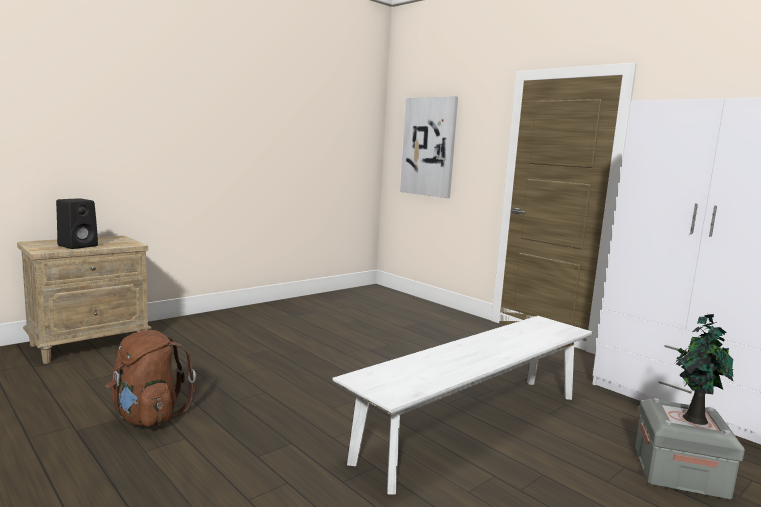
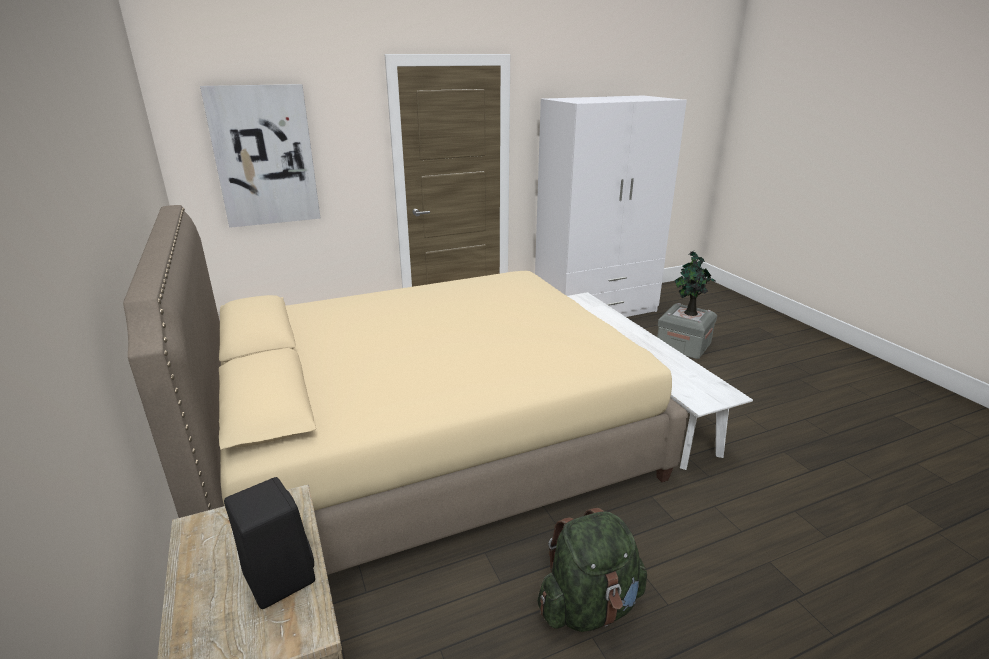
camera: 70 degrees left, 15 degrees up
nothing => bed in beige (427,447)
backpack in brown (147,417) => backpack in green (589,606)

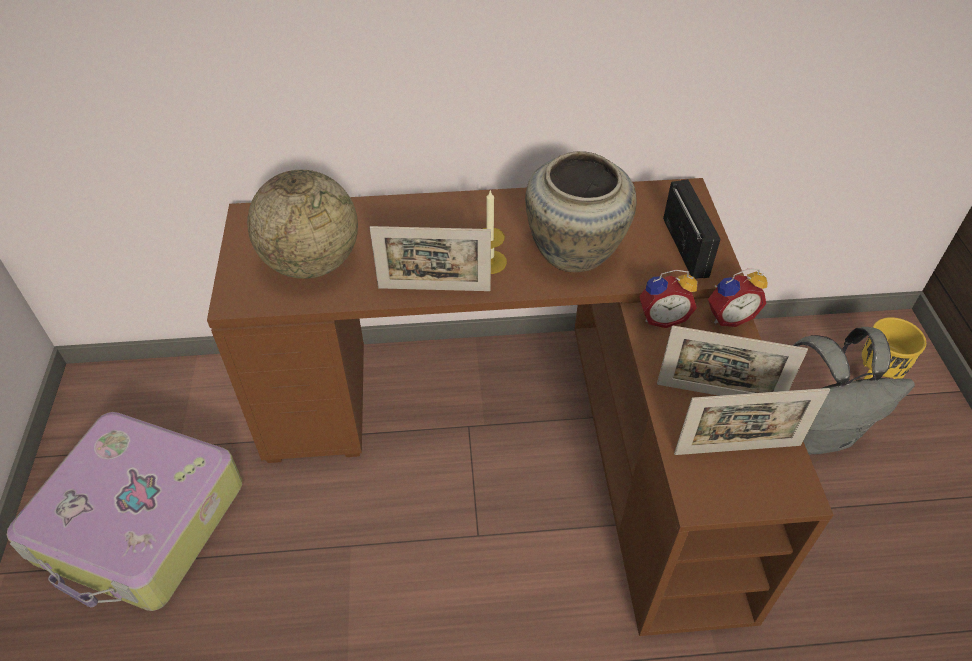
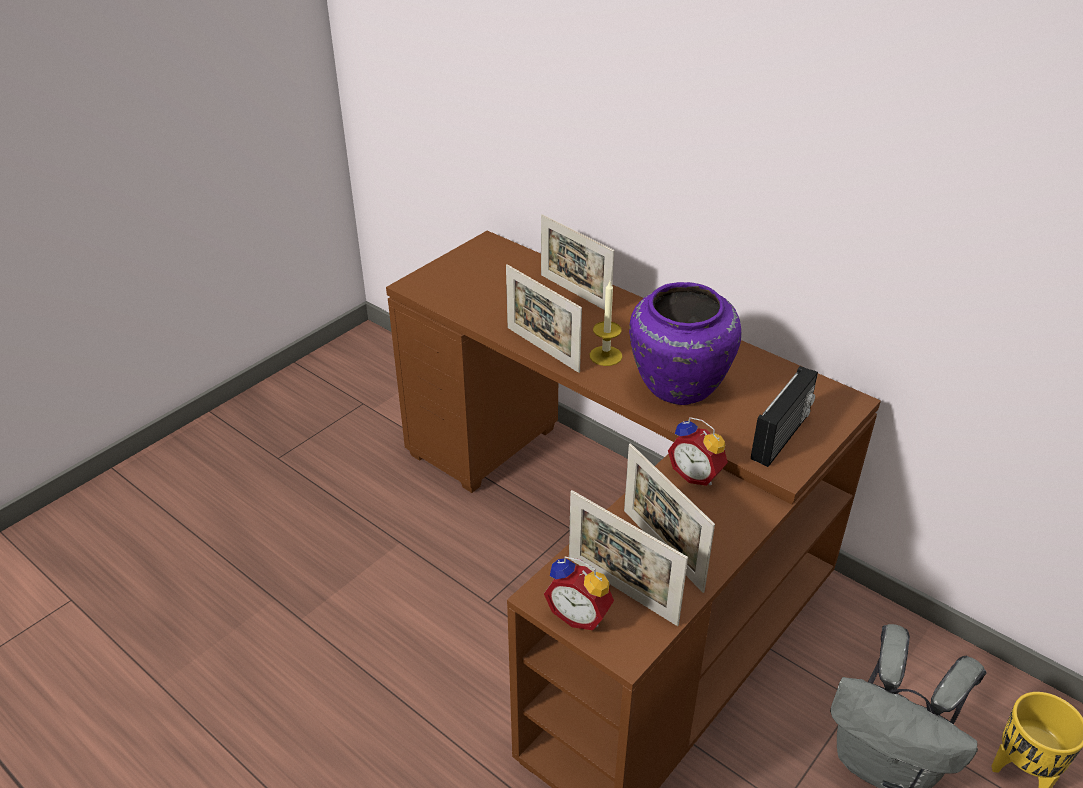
camera: 45 degrees right, 10 degrees down
nothing => picture frame (575,293)
alarm clock (729,316) => alarm clock (580,614), shifted
vase in beige (573,254) => vase in purple (677,387)
suitcase (140,523) => nothing
globe (312,263) => nothing

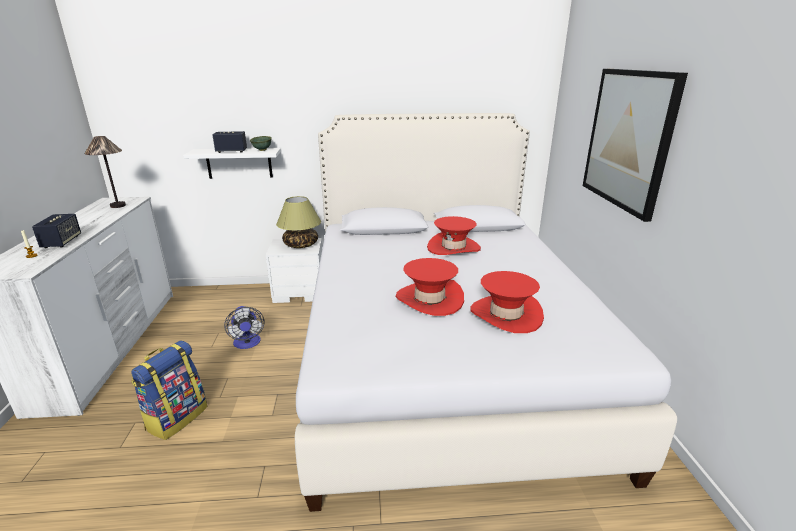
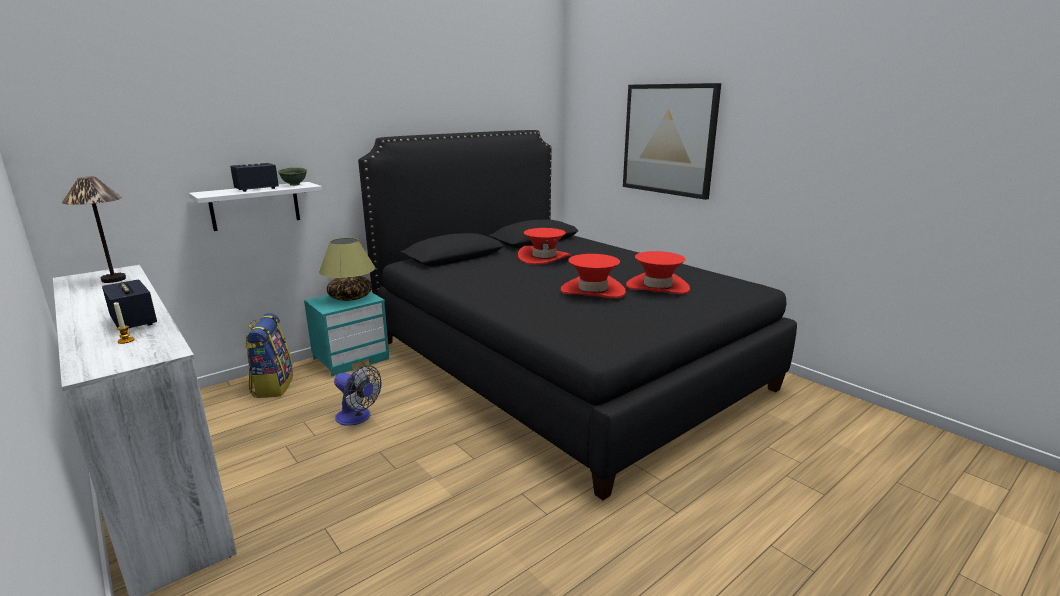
camera: 35 degrees left, 5 degrees down
backpack (177,417) => backpack (272,386), shifted
nightstand in white (300,292) => nightstand in turquoise (351,358)
bed in white (441,354) => bed in black (561,363)

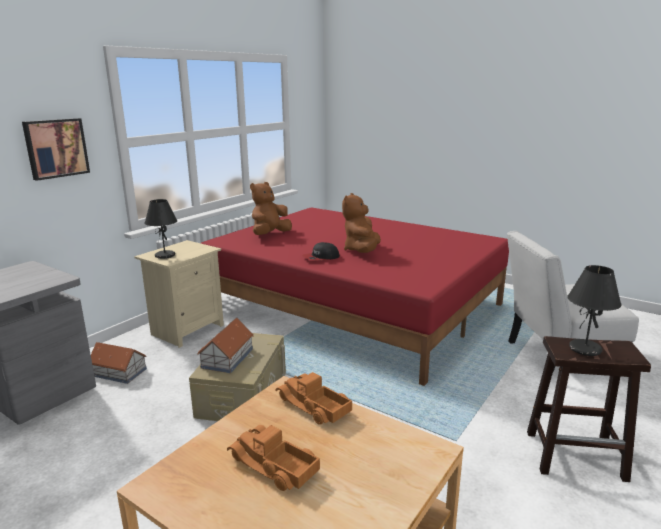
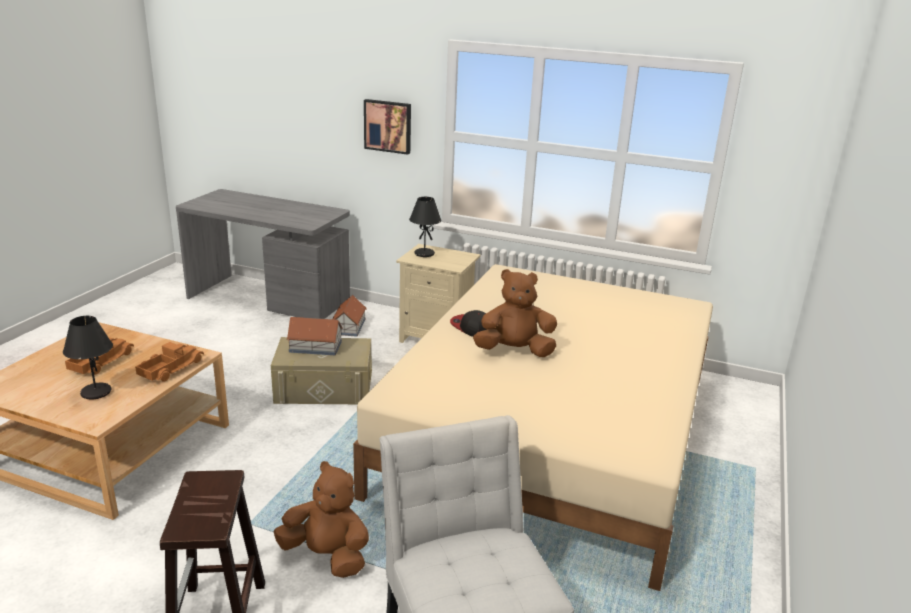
camera: 75 degrees right, 5 degrees up
table lamp in black (584,349) => table lamp in black (95,392), shifted
plush toy in brown (270,234) => plush toy in brown (327,556), shifted
bed in red (354,307) => bed in beige (552,432)

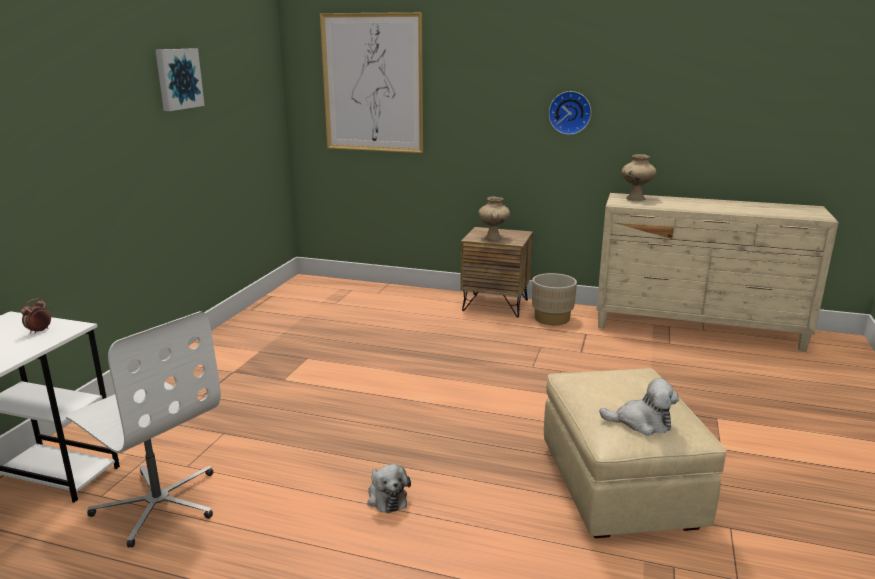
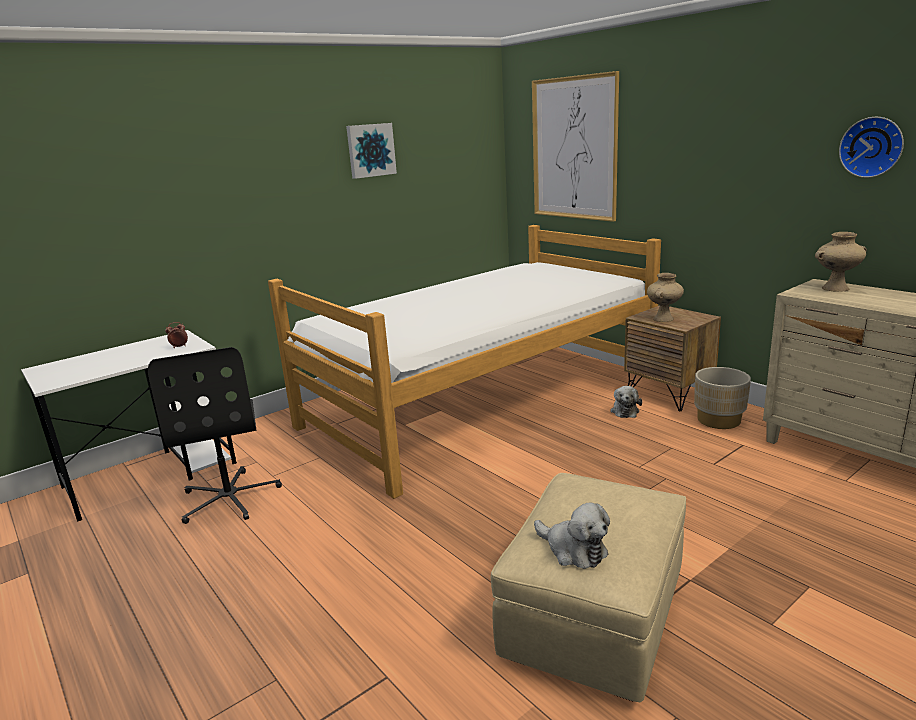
camera: 35 degrees right, 0 degrees up
office chair in white (159,503) => office chair in black (230,497)
nothing => bed (483,401)
plush toy (386,497) => plush toy (625,410), shifted
wall clock (570,112) => wall clock (872,147), shifted

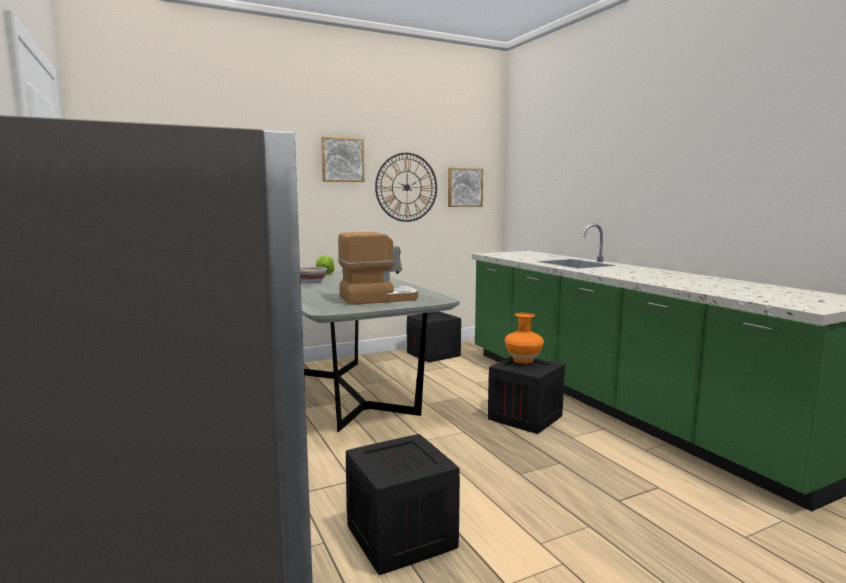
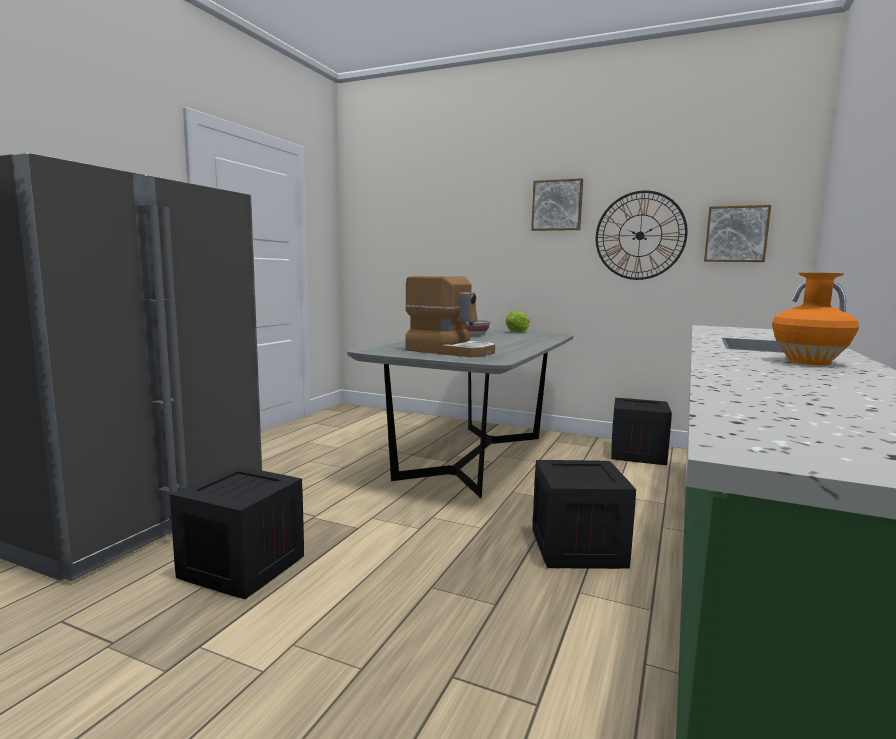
camera: 50 degrees right, 0 degrees up
vase in orange (523,360) => vase in orange (808,362), shifted

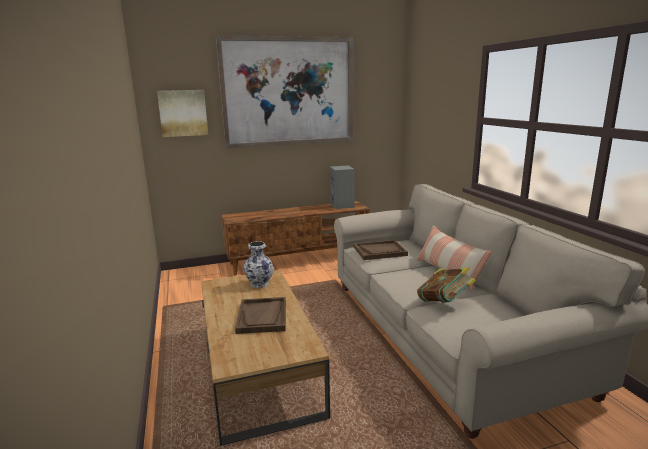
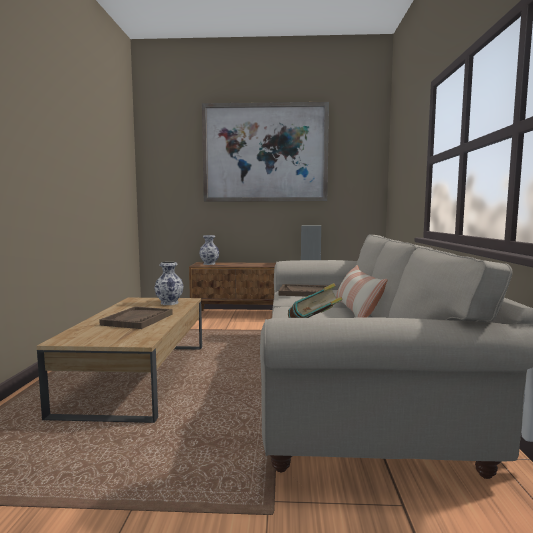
camera: 20 degrees right, 10 degrees down
nothing => vase (209,264)
picture (183,113) => nothing

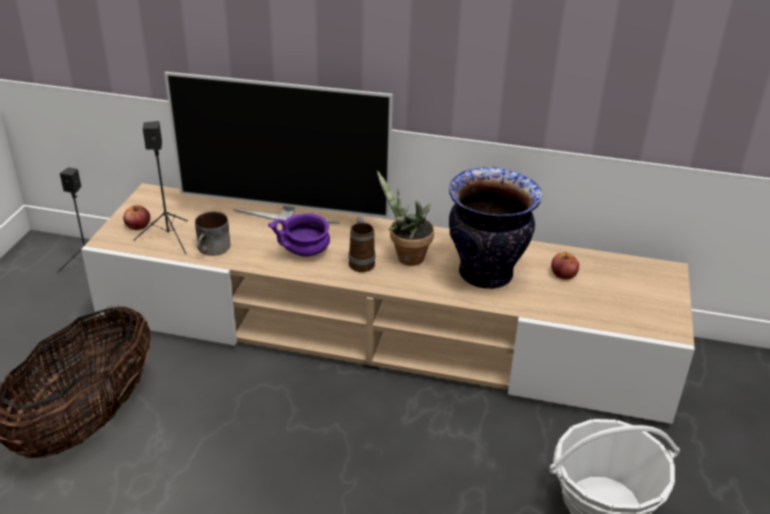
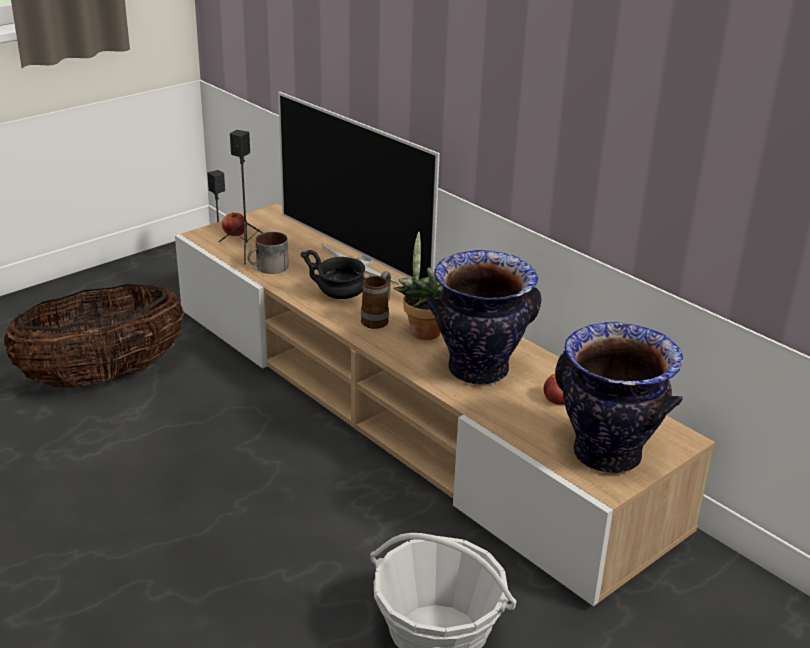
camera: 35 degrees right, 5 degrees down
bowl in purple (305,252) => bowl in black (339,295)
nothing => vase (606,456)

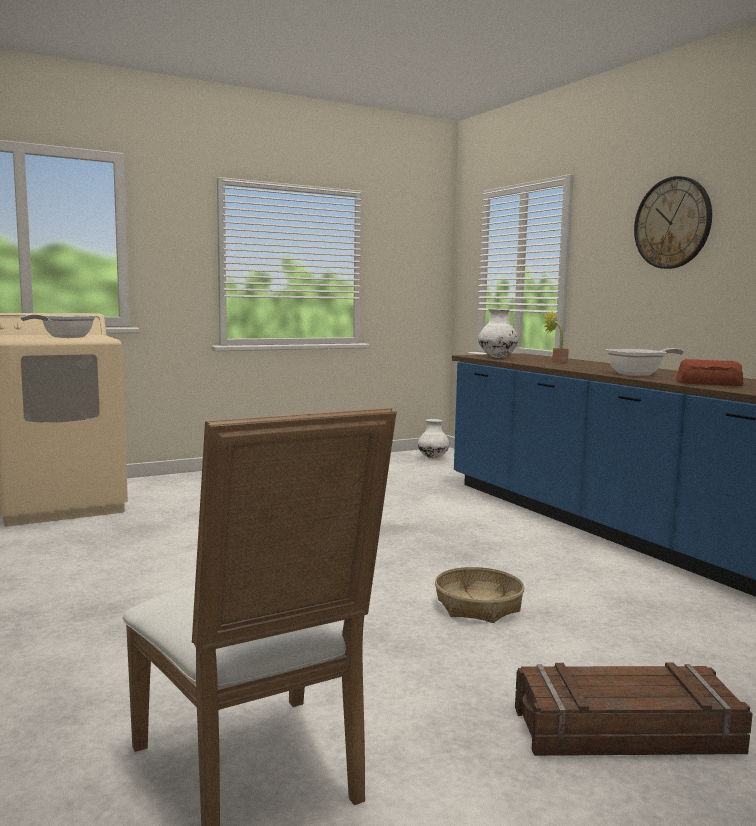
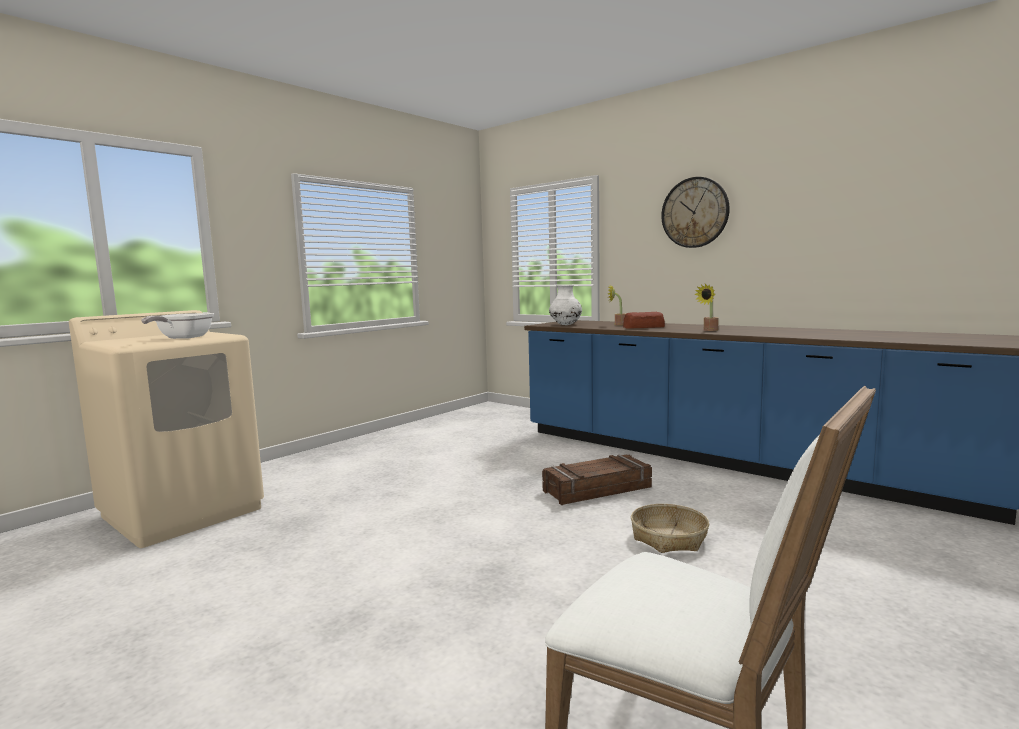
camera: 20 degrees left, 0 degrees up
crate (624,730) => crate (596,489), shifted
bread (709,384) => bread (644,327), shifted
frying pan (639,374) => potted plant (709,330)
vase in white (433,458) => nothing

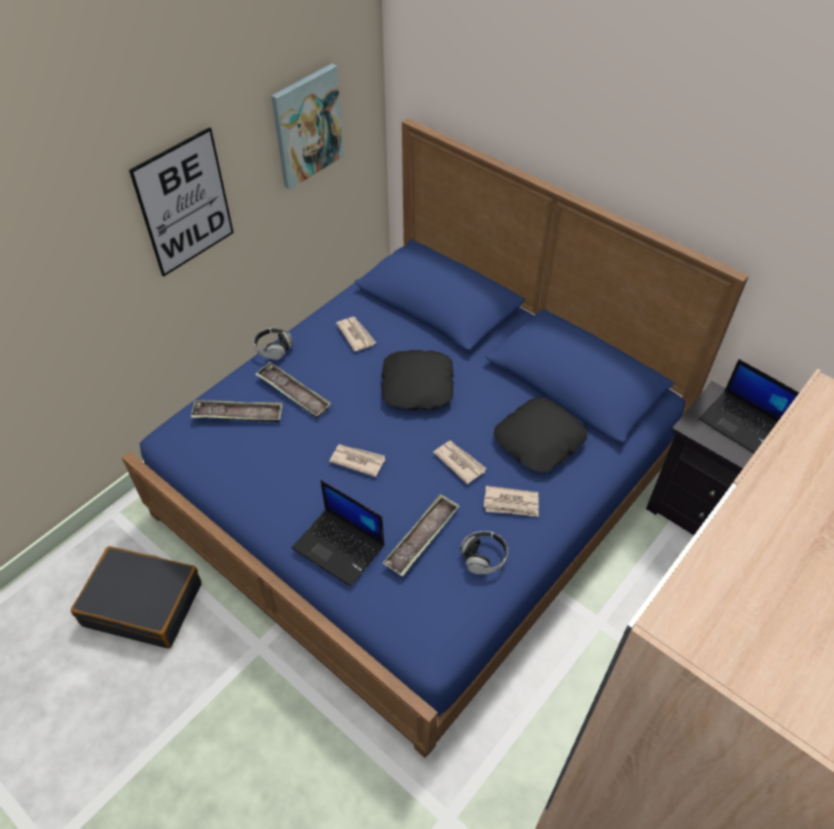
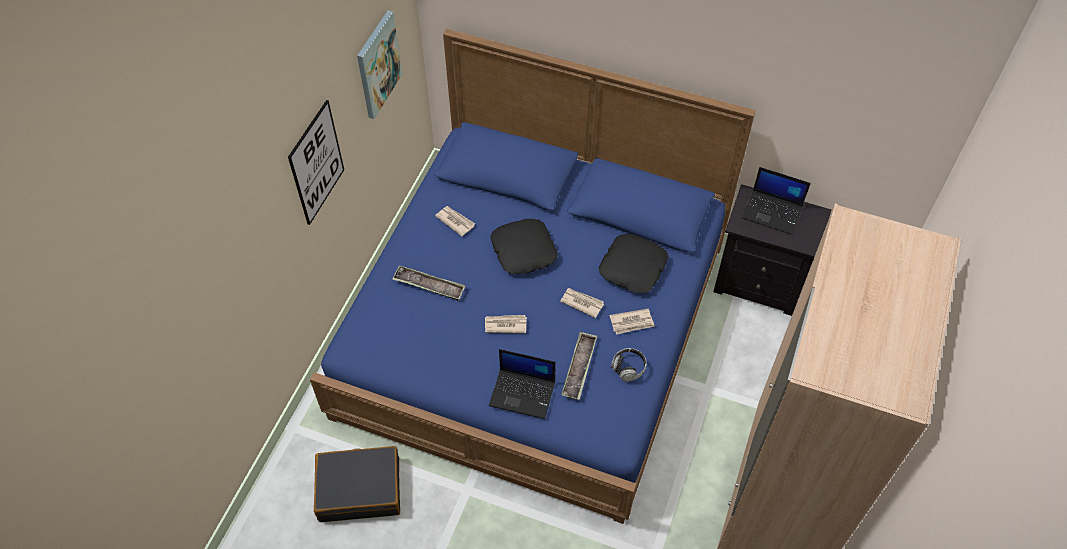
camera: 20 degrees left, 5 degrees up
tray (238,415) => nothing
headphones (274,349) => nothing

